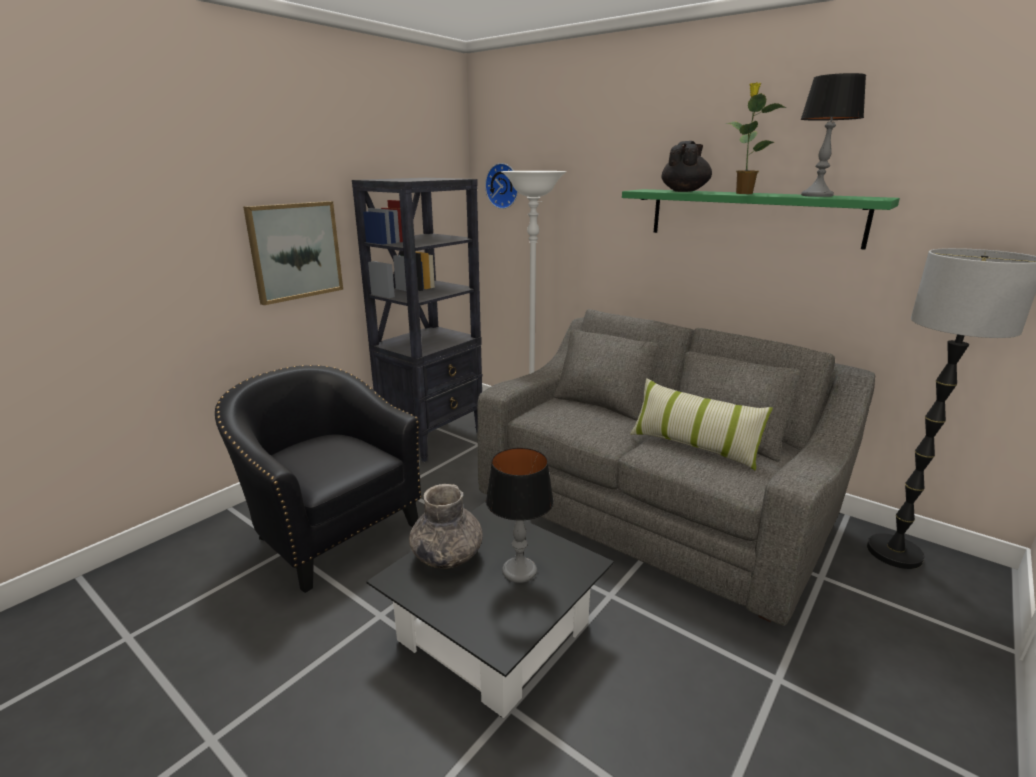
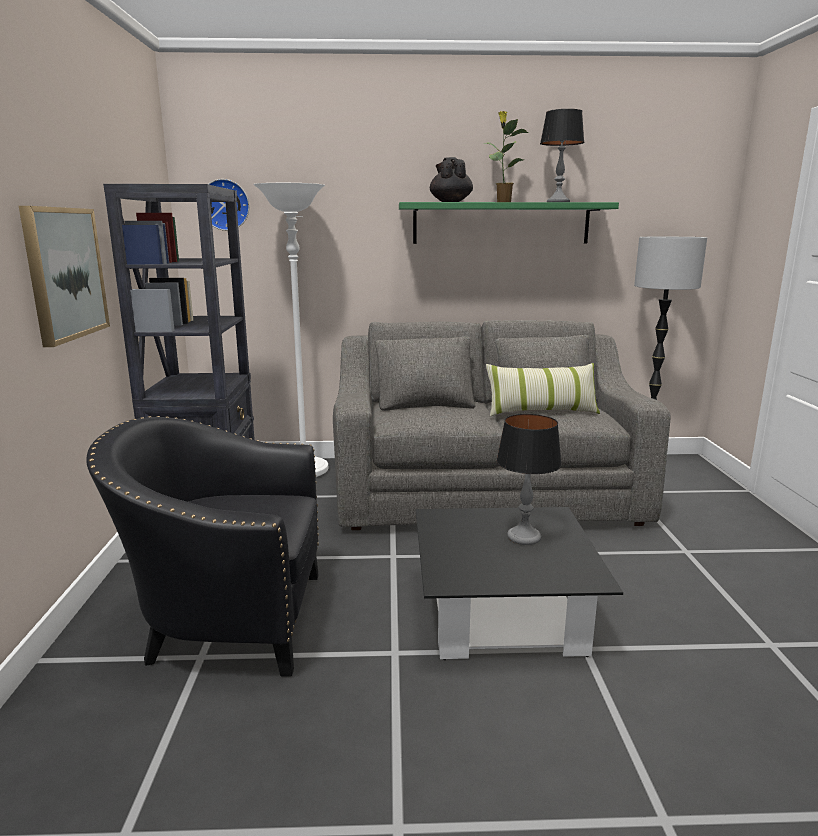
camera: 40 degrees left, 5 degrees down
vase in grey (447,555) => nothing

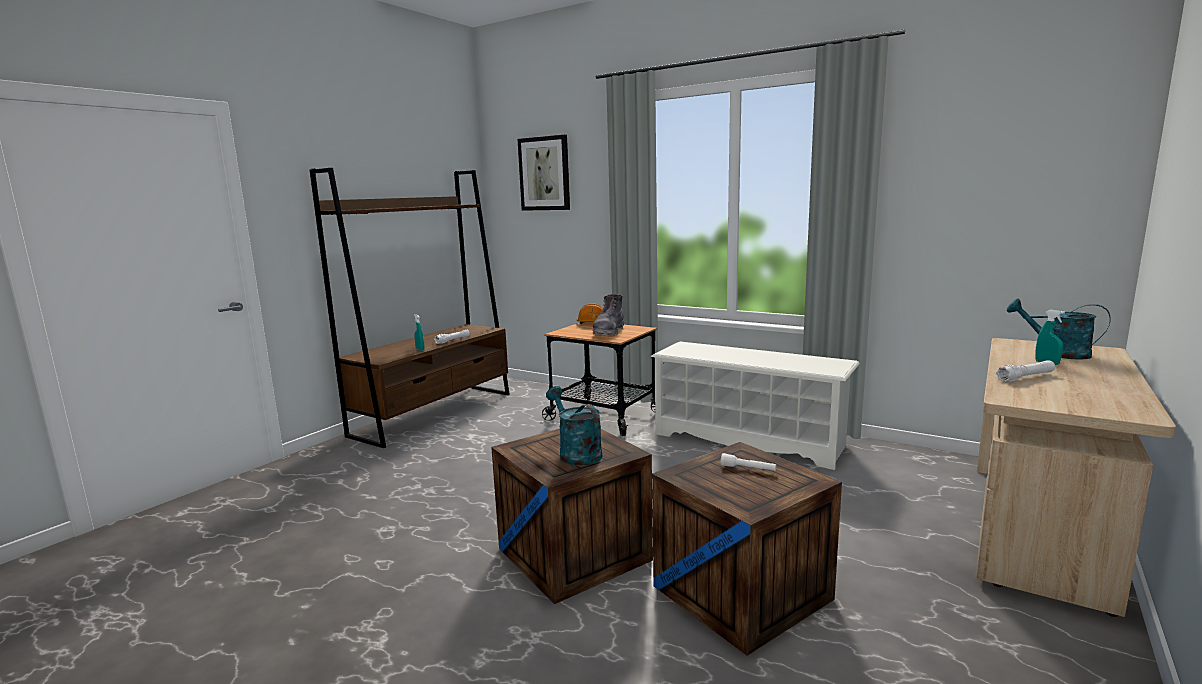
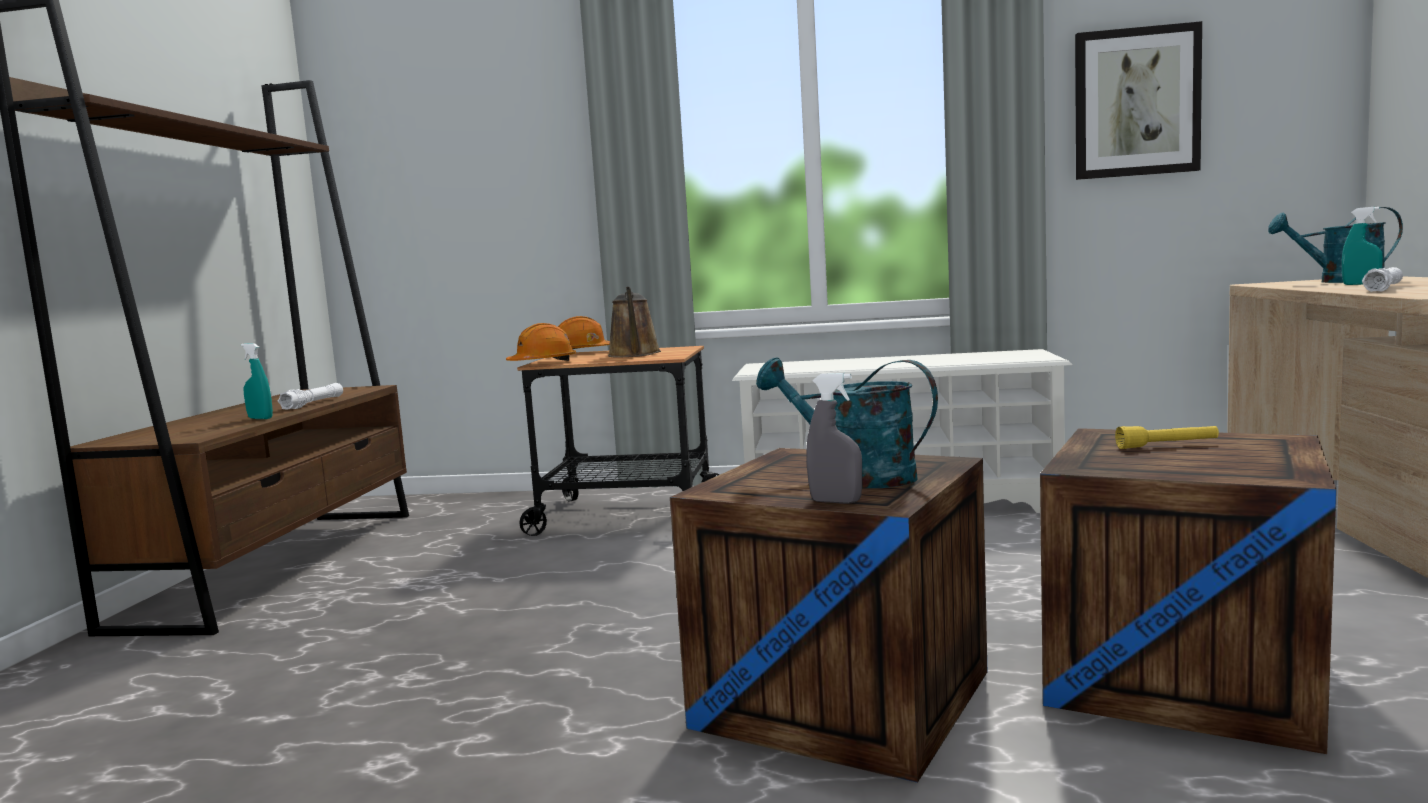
camera: 25 degrees left, 5 degrees down
nothing => hard hat in orange (543,363)
boot in grey (609,332) => watering can in brown (634,355)
nothing => spray bottle in grey (835,502)
picture (544,174) => picture (1136,103), shifted
flashlight in white (748,469) => flashlight in yellow (1167,446)

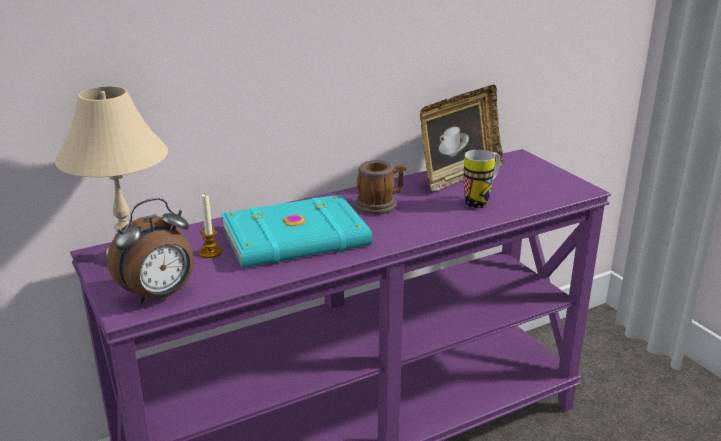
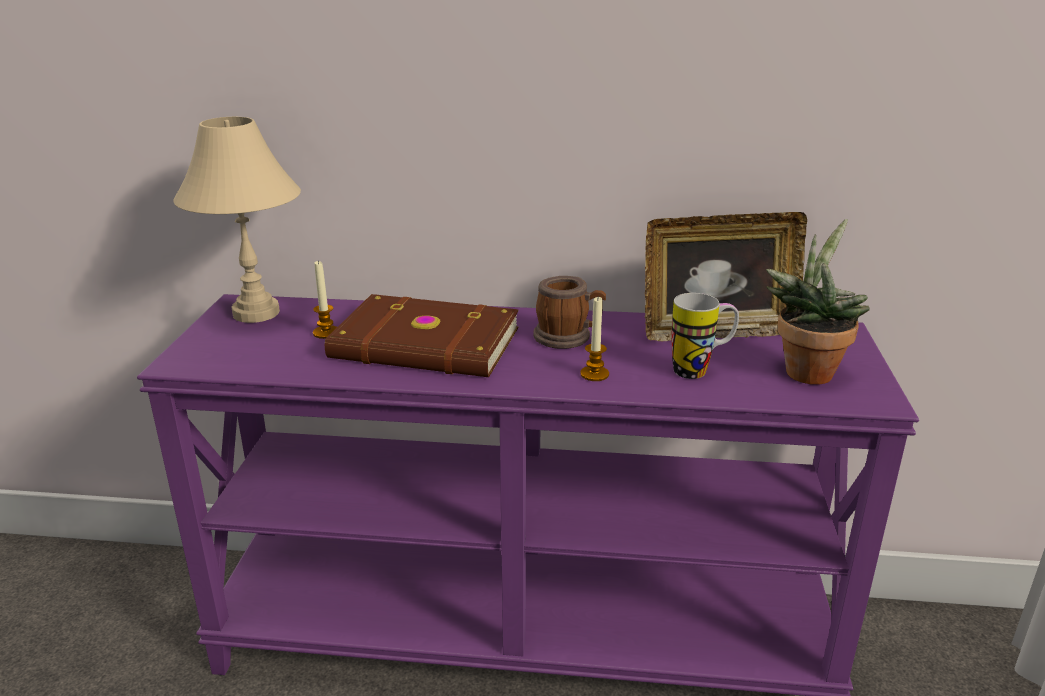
camera: 35 degrees right, 0 degrees up
book in turquoise (297,238) => book in brown (425,345)
nothing => candle (594,374)
nothing => potted plant (806,370)
alarm clock (159,295) => nothing

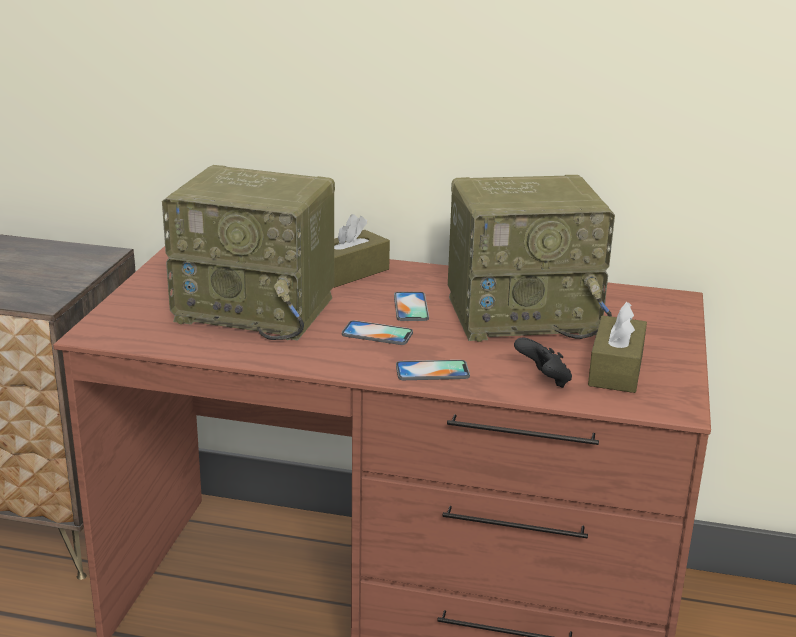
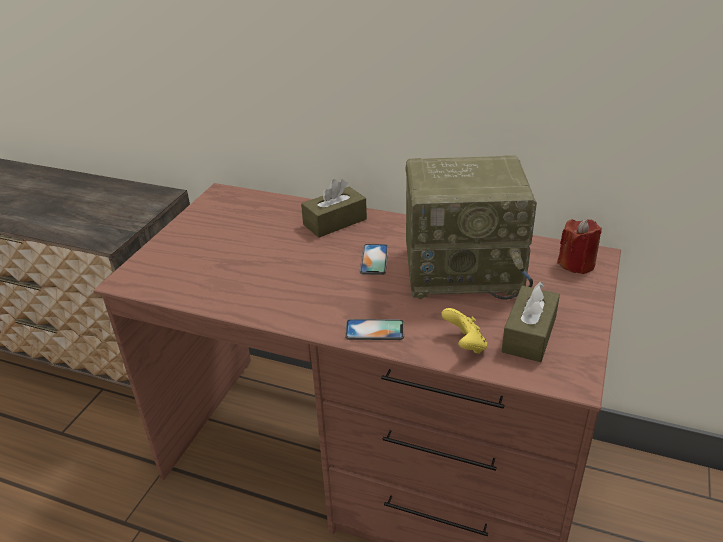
camera: 10 degrees right, 10 degrees up
game controller in black (543,380) => game controller in yellow (465,345)
nothing => candle in red (576,264)
radio (258,309) => nothing
phone (377,333) => nothing

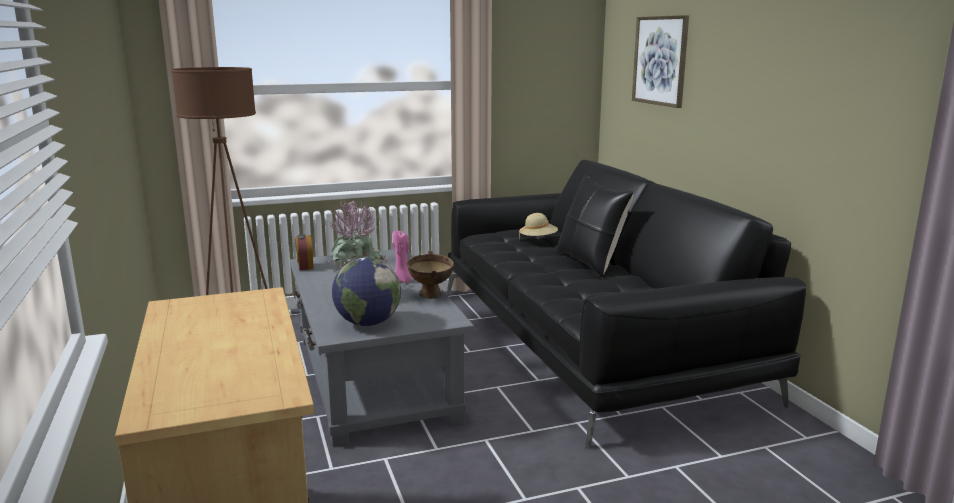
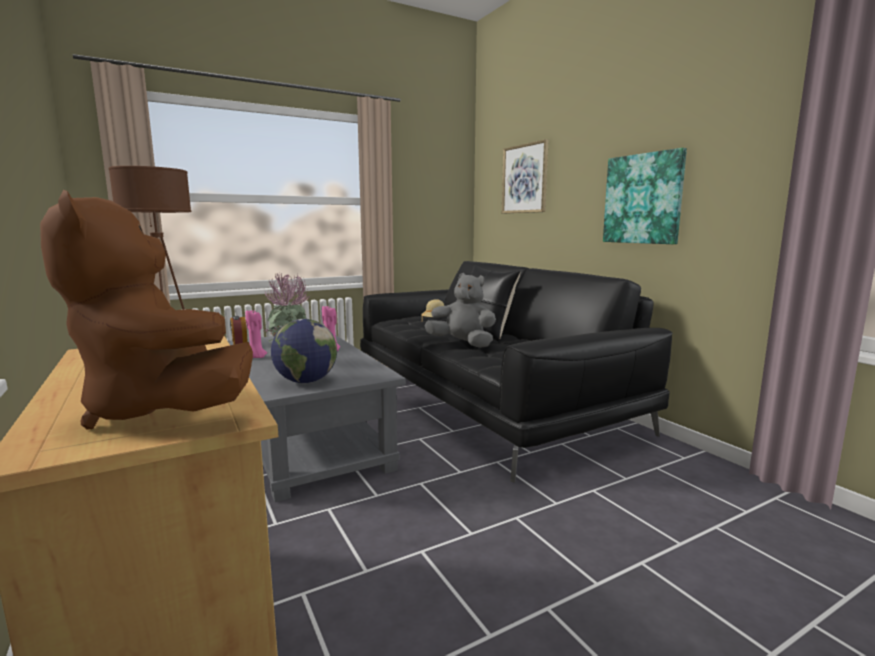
camera: 10 degrees left, 5 degrees down
nothing => plush toy in brown (161,411)
nothing => candle in pink (257,357)
nothing => plush toy in grey (462,344)
nothing => picture (643,199)
bowl in brown (431,296) => nothing

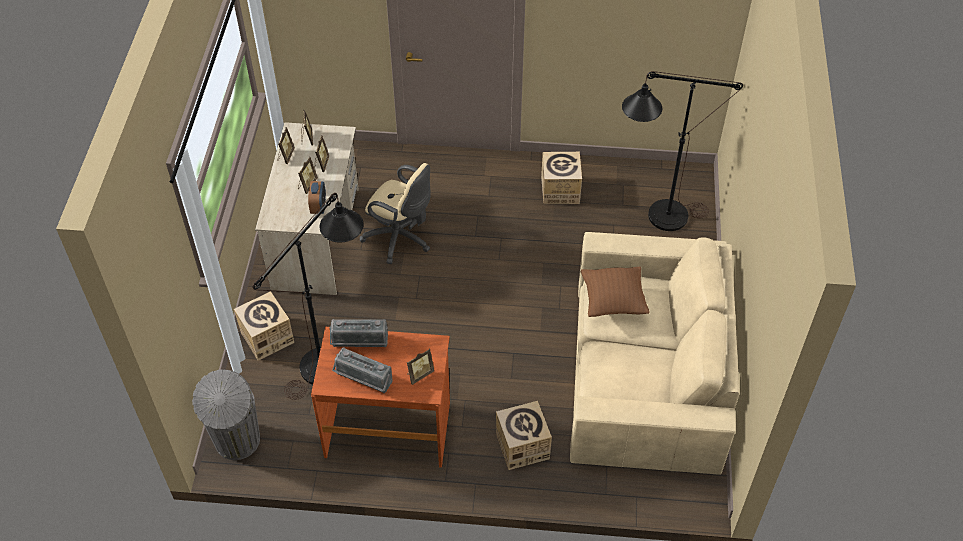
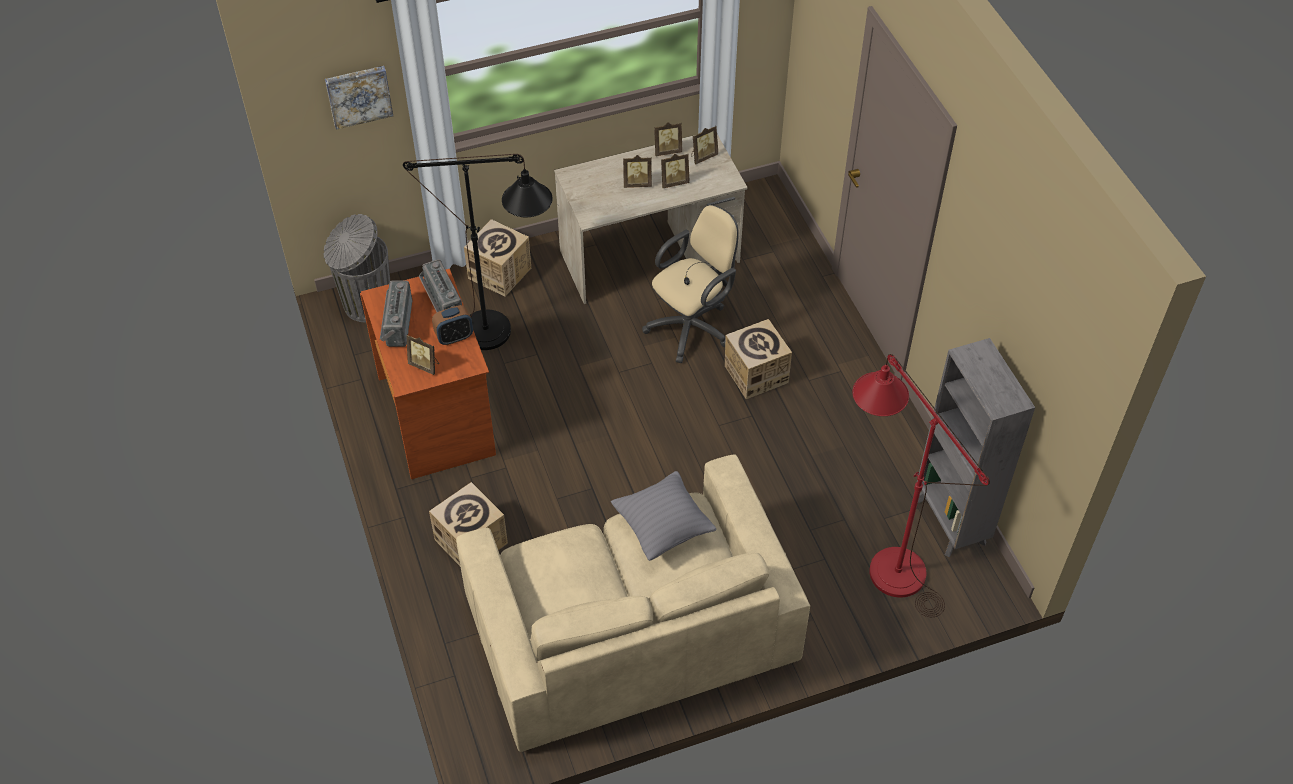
camera: 65 degrees right, 0 degrees up
nothing => picture (358,95)
alarm clock (318,207) => alarm clock (454,337), shifted
pillow in brown (613,301) => pillow in grey (663,527)
office chair in beige (400,239) => office chair in beige (692,326), 135 degrees counterclockwise
cardboard box (560,190) => cardboard box (755,374), shifted
floor lamp in black (656,218) => floor lamp in red (886,561)
nothing => bookcase in grey (950,523)

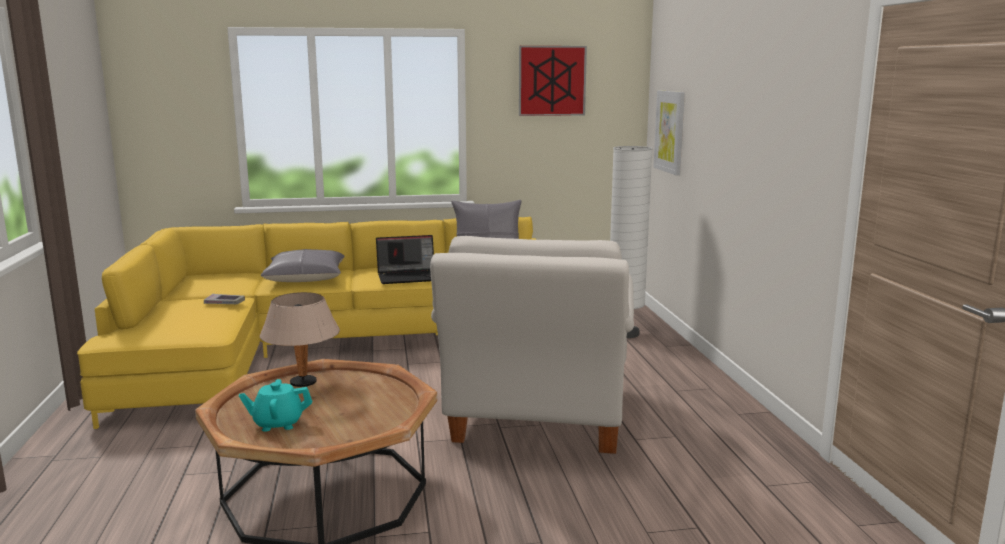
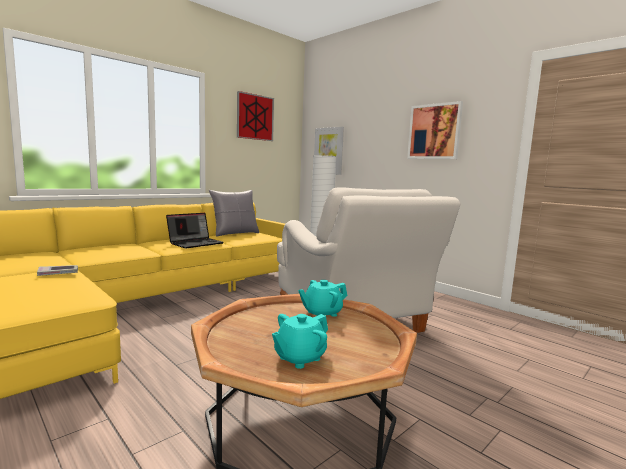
camera: 35 degrees left, 5 degrees down
nothing => teapot in turquoise (322,313)
nothing => picture (434,131)
pillow in grey (305,278) => nothing
table lamp in beige (303,383) => nothing

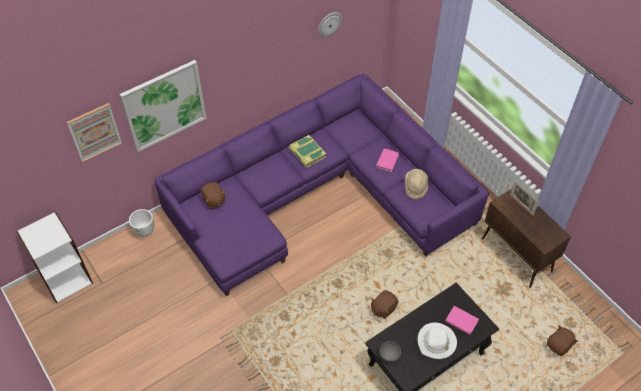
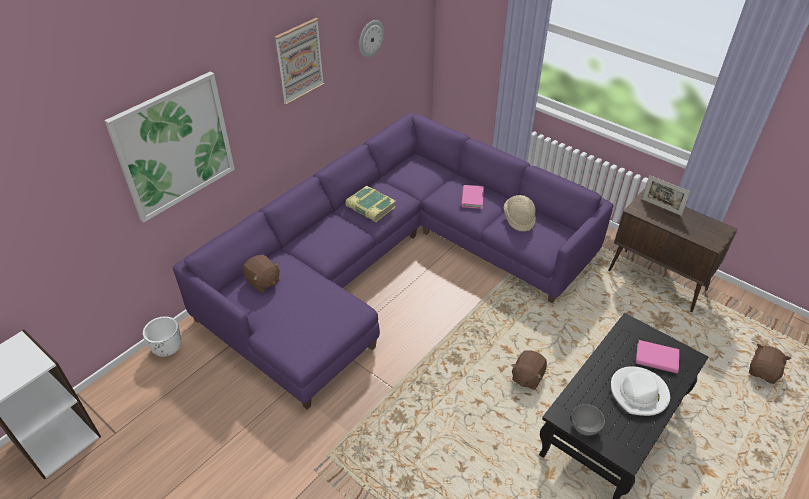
camera: 15 degrees left, 10 degrees down
picture (94,132) => picture (299,61), shifted

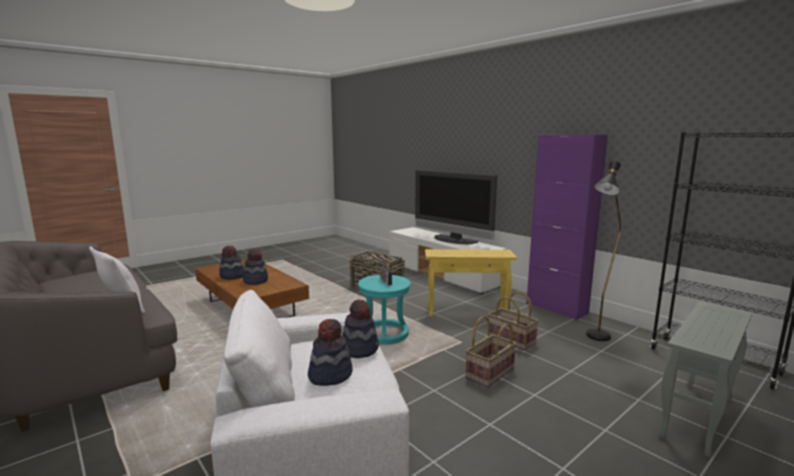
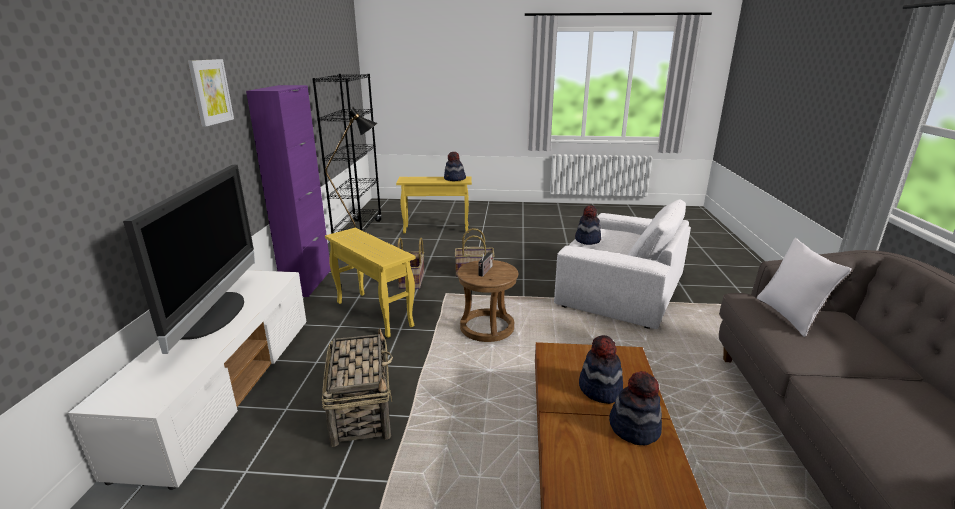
camera: 135 degrees left, 10 degrees up
nothing => picture (210,92)
side table in grey (697,417) => side table in yellow (436,229)
hat (330,375) => hat (454,179), shifted
stool in turquoise (385,334) => stool in brown (486,328)

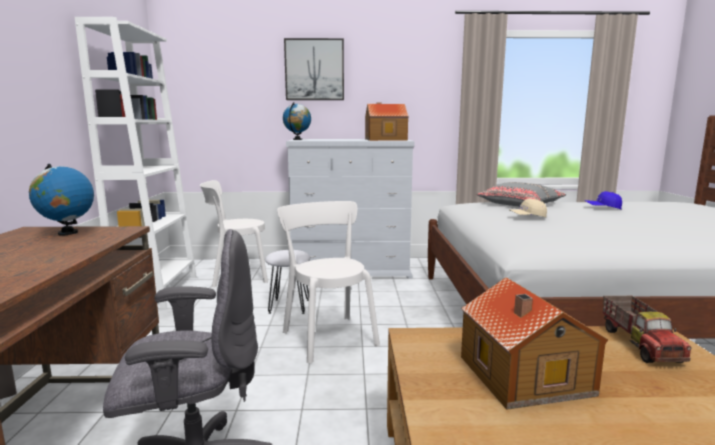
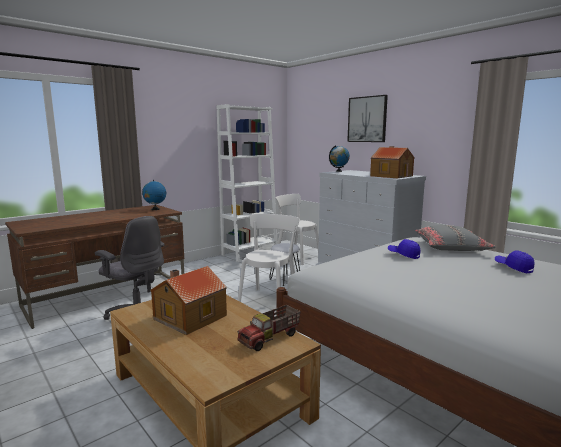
camera: 50 degrees right, 0 degrees up
cap in beige (527,217) => cap in blue (403,255)

